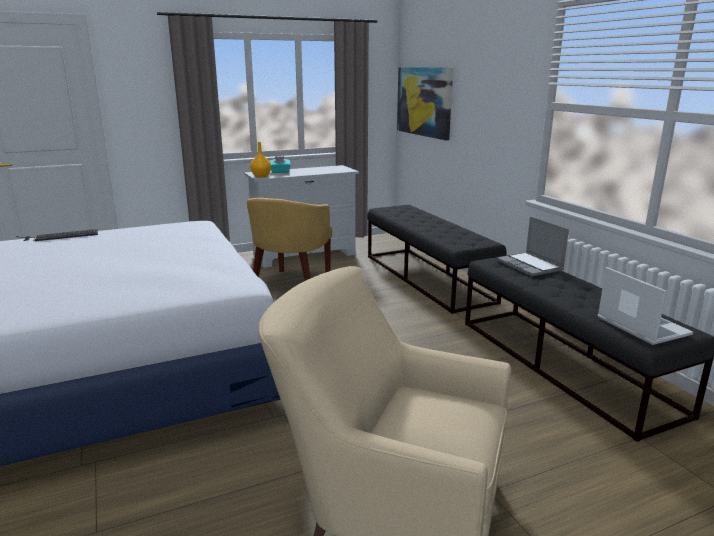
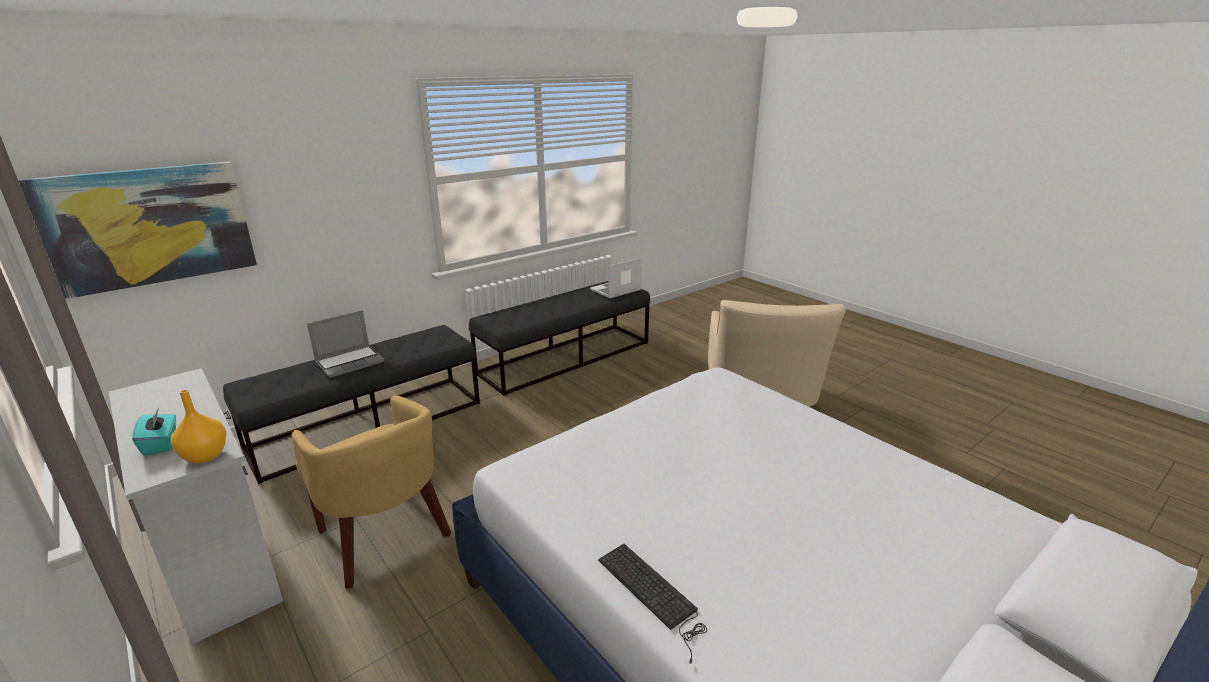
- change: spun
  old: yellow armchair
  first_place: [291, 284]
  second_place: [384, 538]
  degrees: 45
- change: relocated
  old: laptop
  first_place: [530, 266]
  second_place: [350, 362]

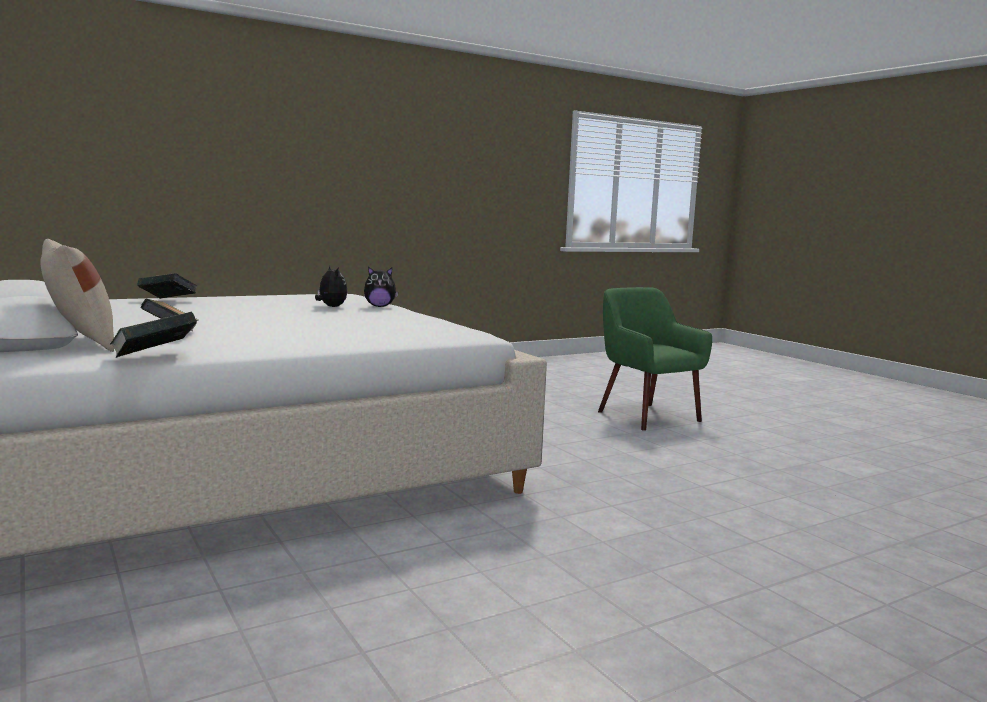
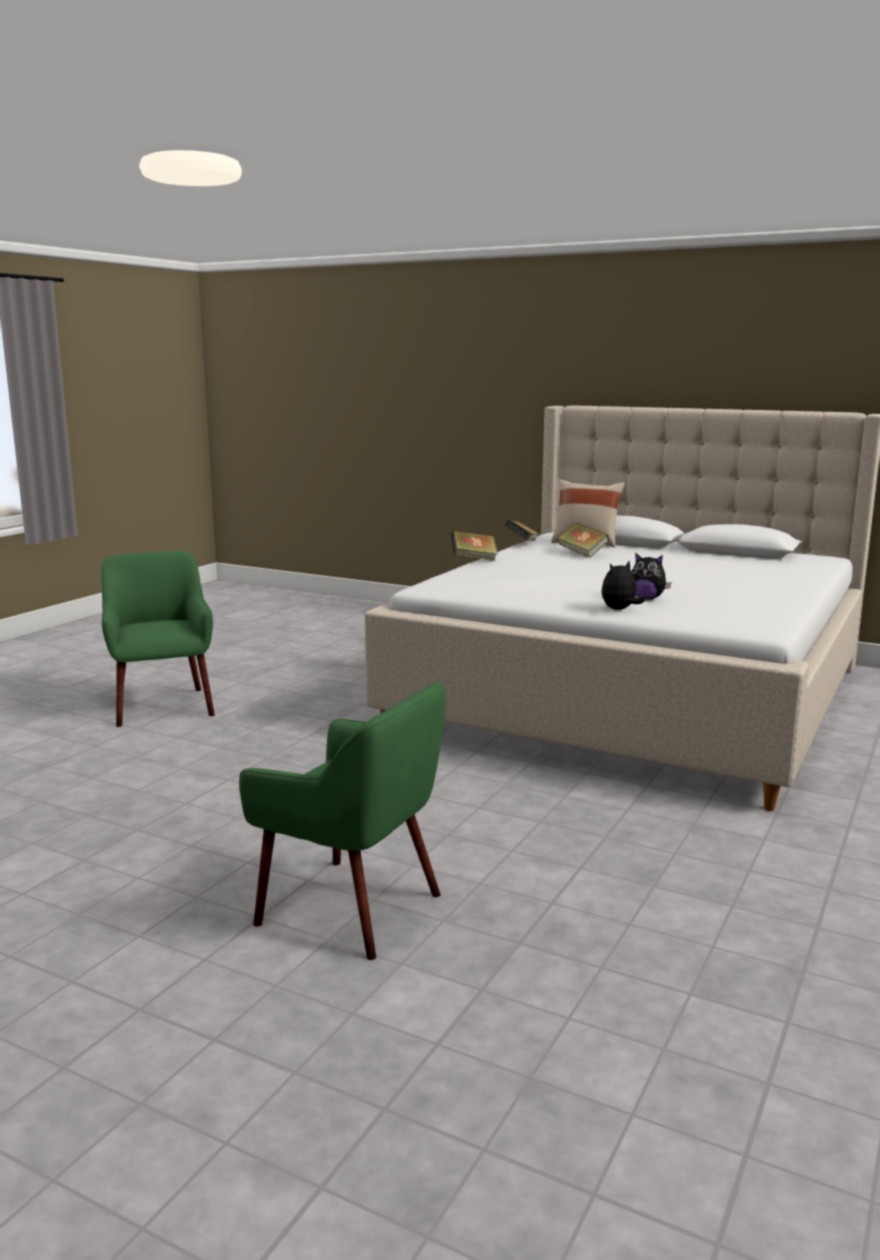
- change: relocated
  old: book
  first_place: [168, 301]
  second_place: [474, 559]
- change: appeared
  new: green armchair
  second_place: [162, 706]

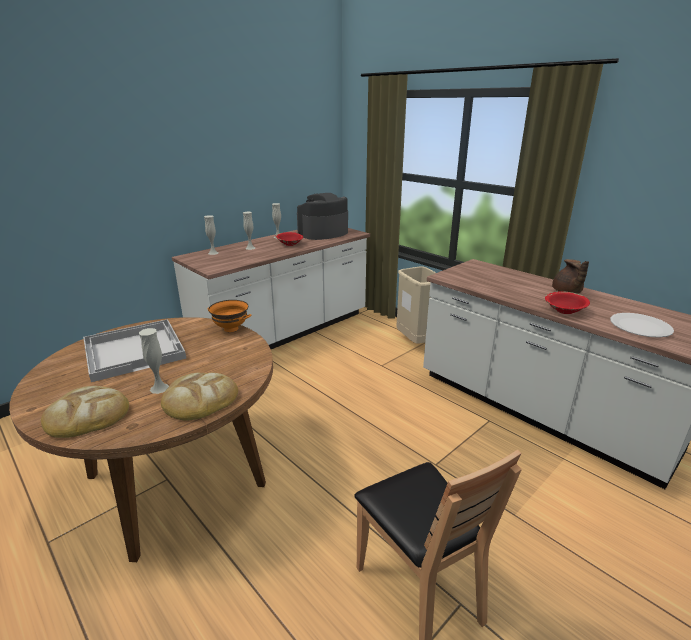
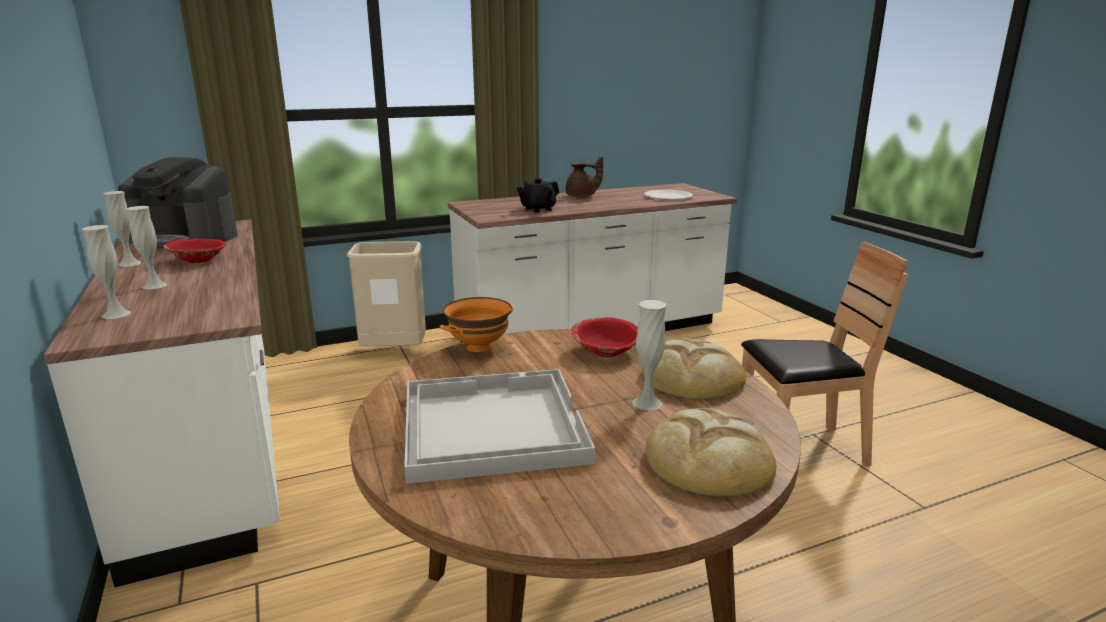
- change: spun
  old: coffee machine
  first_place: [323, 233]
  second_place: [186, 238]
  degrees: -60
- change: relocated
  old: red bowl
  first_place: [564, 310]
  second_place: [606, 351]
- change: appeared
  new: black teapot
  second_place: [538, 209]

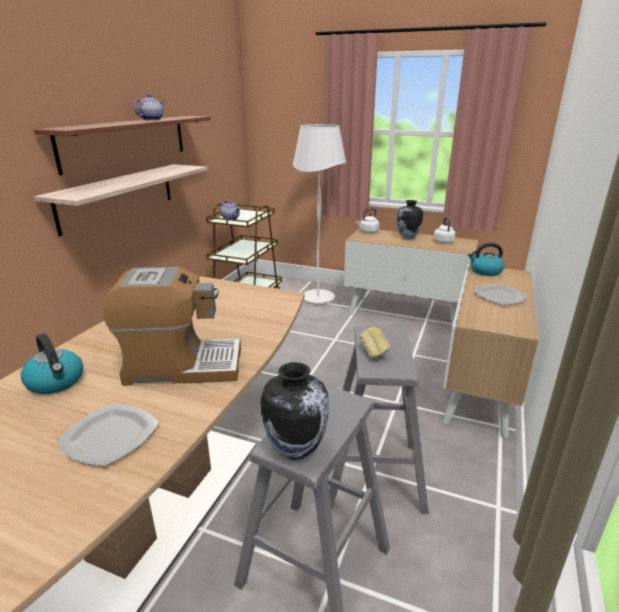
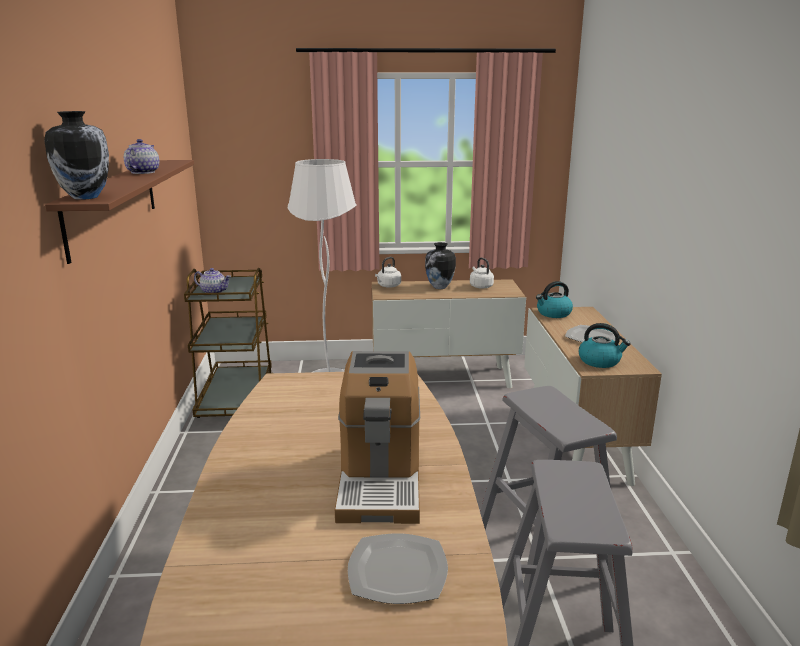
- change: relocated
  old: kettle
  first_place: [56, 382]
  second_place: [600, 361]
- change: missing
  old: shelf
  first_place: [118, 196]
- change: spun
  old: coffee machine
  first_place: [182, 366]
  second_place: [380, 479]
  degrees: 120
- change: relocated
  old: vase
  first_place: [296, 450]
  second_place: [85, 197]
- change: missing
  old: bread
  first_place: [374, 354]

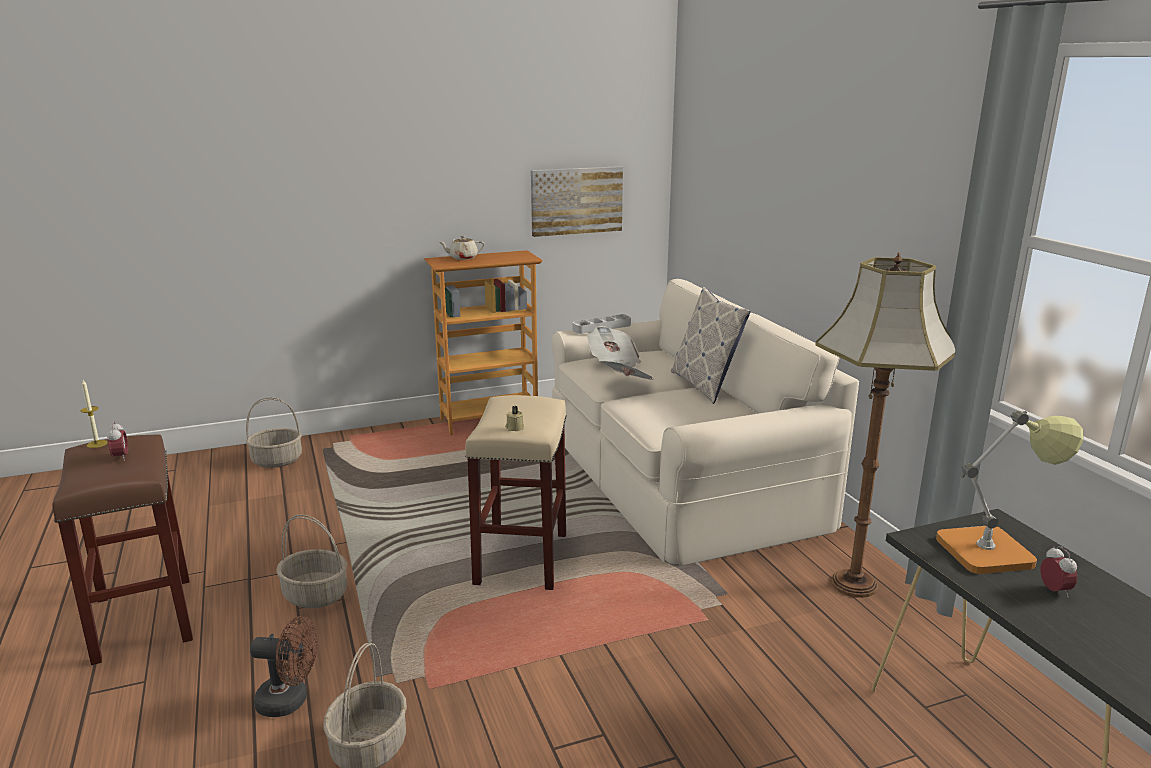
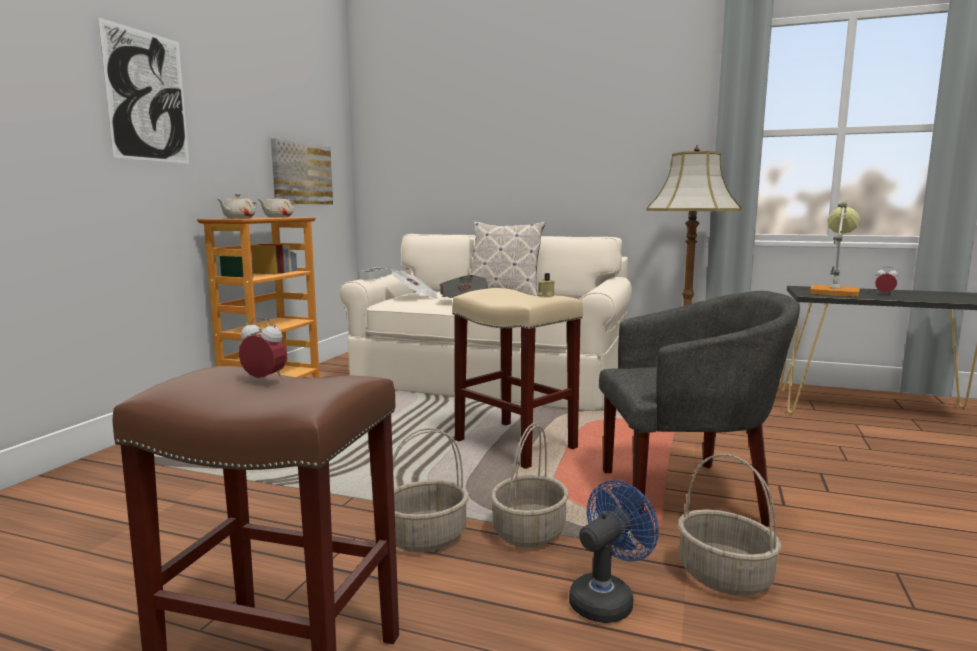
- change: missing
  old: candle
  first_place: [97, 444]
- change: relocated
  old: basket
  first_place: [277, 460]
  second_place: [529, 531]
- change: colour
  old: brown fan
  new: blue fan
  first_place: [290, 701]
  second_place: [607, 599]
- change: appeared
  new: picture
  second_place: [147, 96]
- change: appeared
  new: beige teapot
  second_place: [278, 217]
- change: appeared
  new: grey armchair
  second_place: [686, 494]

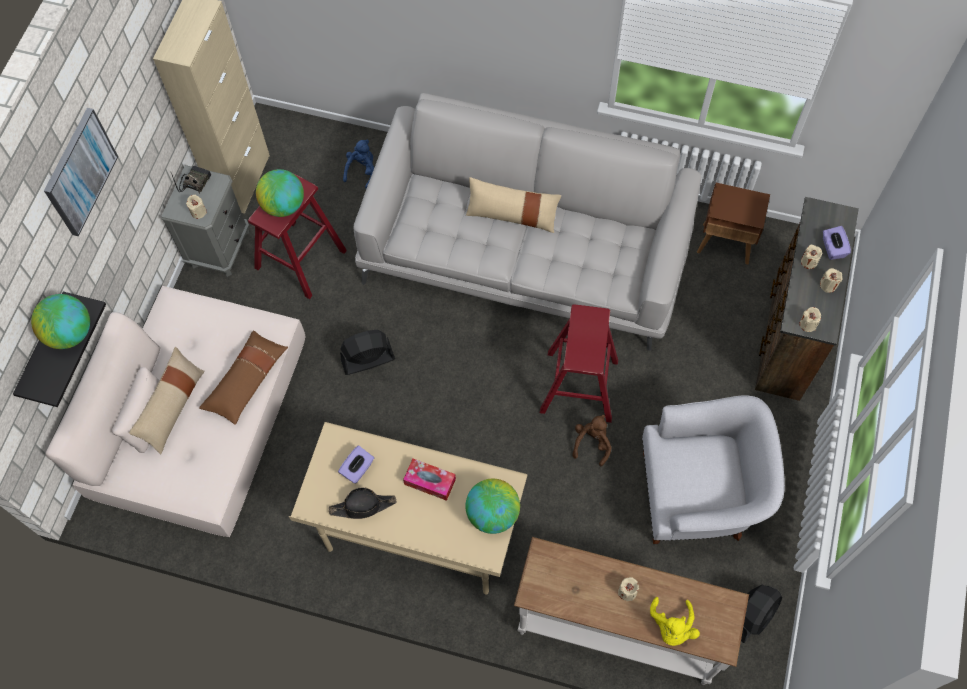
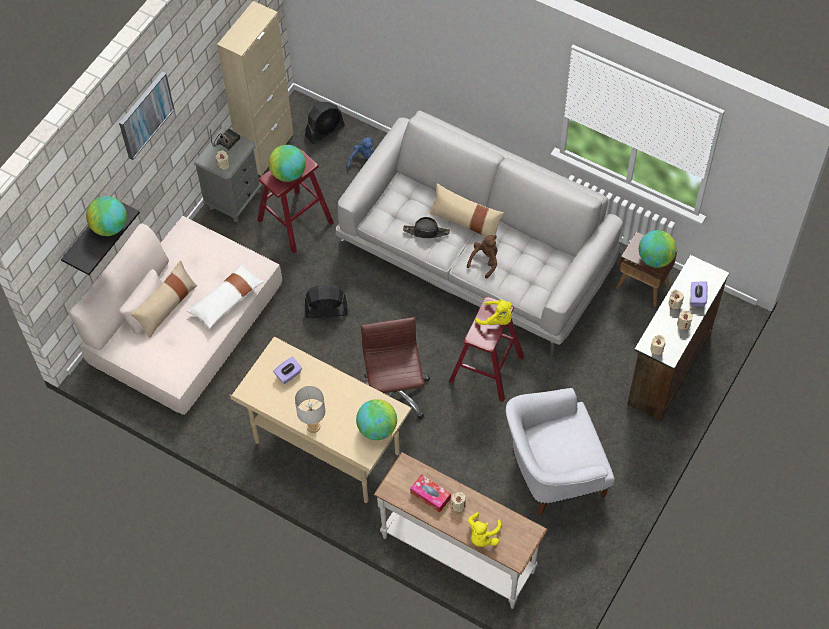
- change: colour
  old: brown pillow
  new: white pillow
  first_place: [246, 381]
  second_place: [226, 300]
- change: relocated
  old: black hat
  first_place: [363, 506]
  second_place: [426, 231]
- change: relocated
  old: tissue box
  first_place: [430, 481]
  second_place: [430, 495]
- change: relocated
  old: brown plush toy
  first_place: [592, 443]
  second_place: [485, 261]
- change: spun
  old: white armchair
  first_place: [697, 496]
  second_place: [553, 473]
  degrees: 150
- change: relocated
  old: black fan
  first_place: [752, 615]
  second_place: [325, 130]
- change: appeared
  new: grey table lamp
  second_place: [313, 426]
- change: appeared
  new: brown office chair
  second_place: [394, 394]
- change: appeared
  new: yellow plush toy
  second_place: [497, 320]
- change: appeared
  new: globe
  second_place: [655, 258]

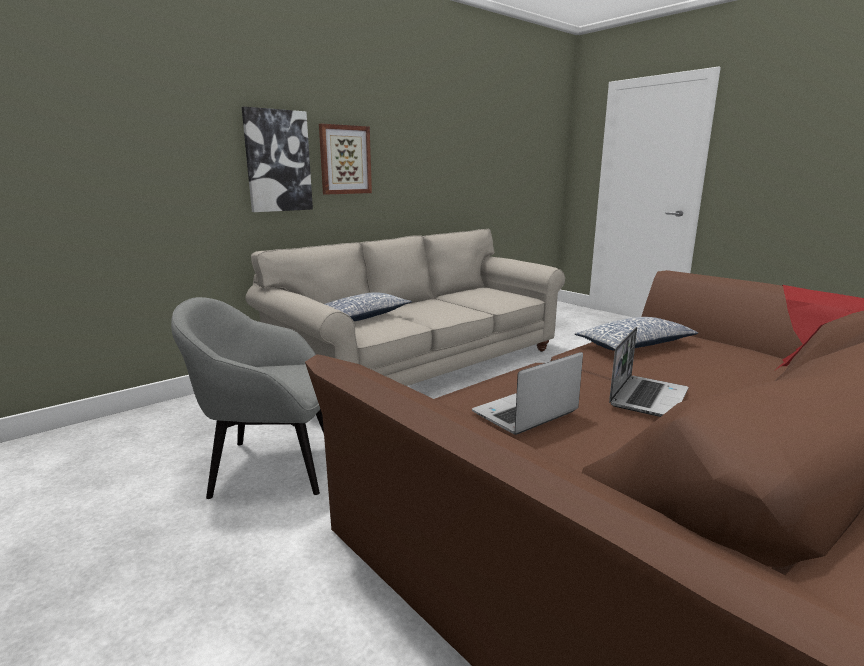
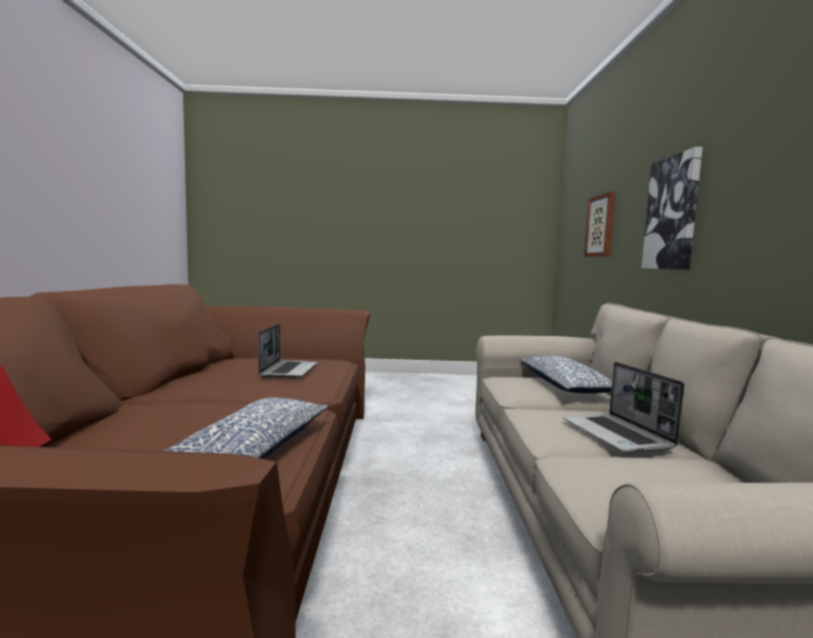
- change: missing
  old: grey armchair
  first_place: [270, 466]
- change: relocated
  old: picture
  first_place: [345, 160]
  second_place: [601, 226]
- change: relocated
  old: laptop
  first_place: [647, 397]
  second_place: [618, 435]

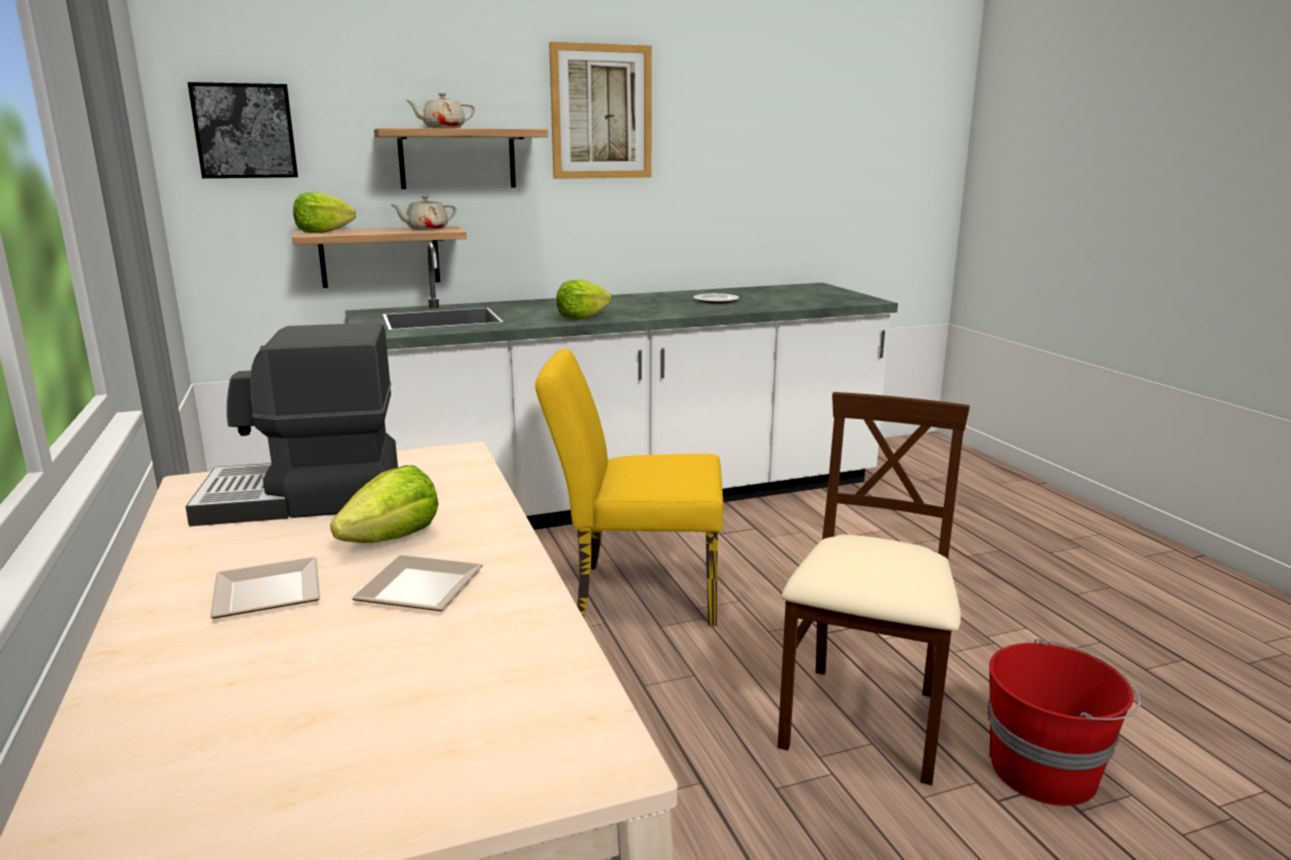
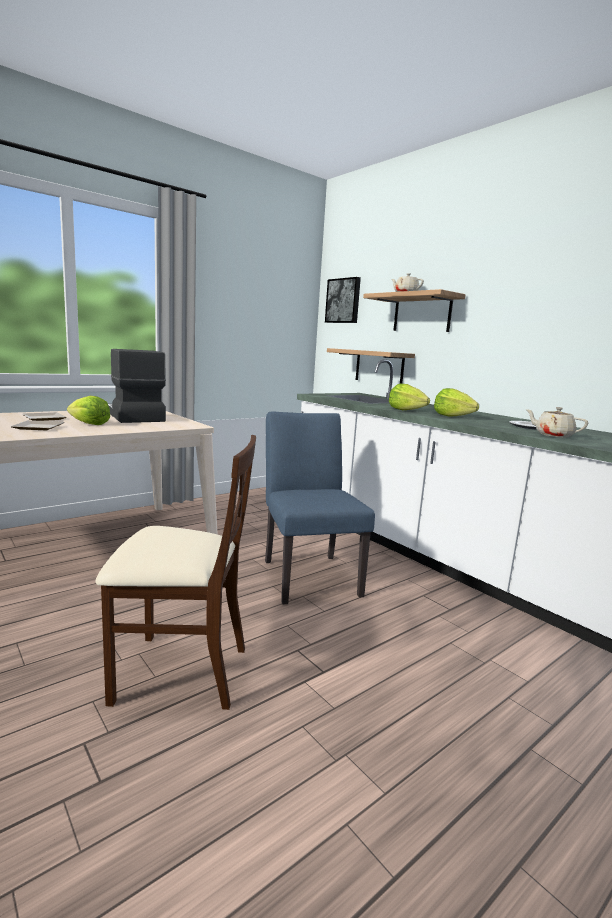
- change: relocated
  old: lettuce
  first_place: [323, 232]
  second_place: [452, 416]
- change: relocated
  old: beige teapot
  first_place: [426, 229]
  second_place: [553, 435]
- change: colour
  old: yellow chair
  new: blue chair
  first_place: [634, 593]
  second_place: [308, 574]
- change: missing
  old: picture
  first_place: [601, 112]
- change: missing
  old: red bucket
  first_place: [1045, 770]

